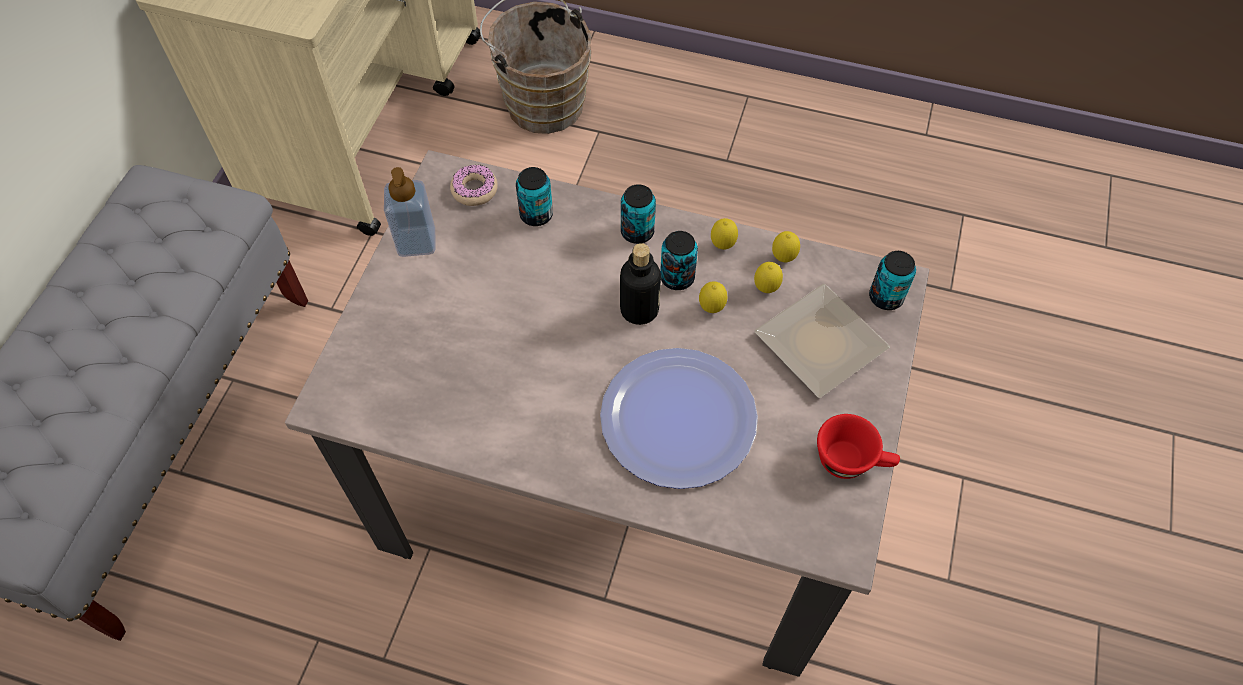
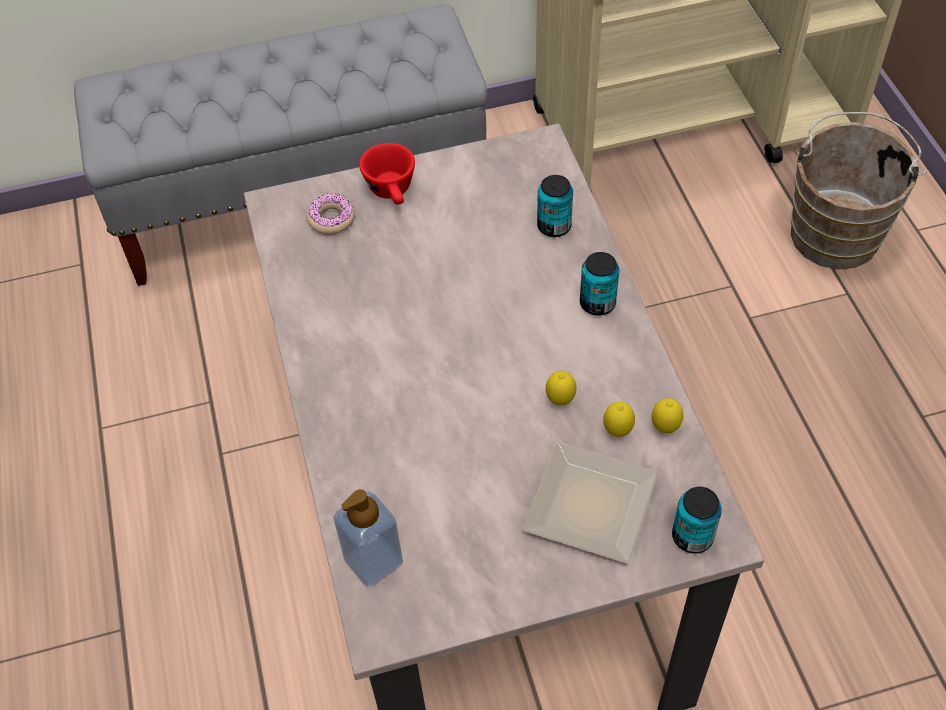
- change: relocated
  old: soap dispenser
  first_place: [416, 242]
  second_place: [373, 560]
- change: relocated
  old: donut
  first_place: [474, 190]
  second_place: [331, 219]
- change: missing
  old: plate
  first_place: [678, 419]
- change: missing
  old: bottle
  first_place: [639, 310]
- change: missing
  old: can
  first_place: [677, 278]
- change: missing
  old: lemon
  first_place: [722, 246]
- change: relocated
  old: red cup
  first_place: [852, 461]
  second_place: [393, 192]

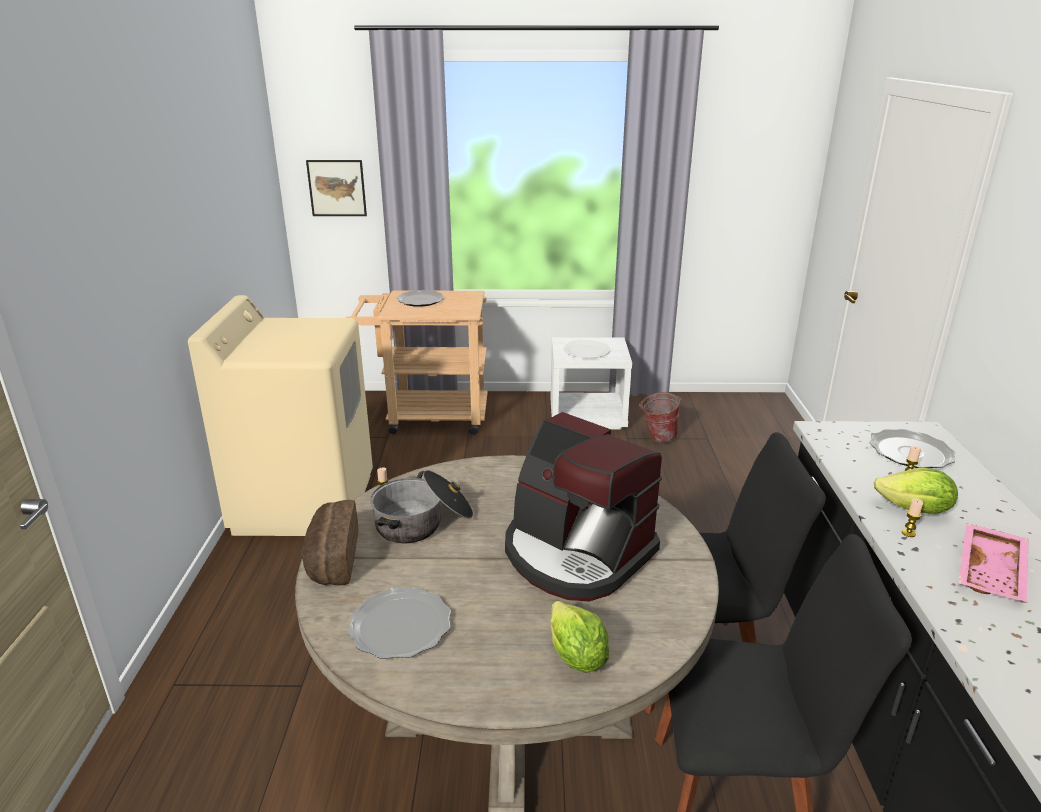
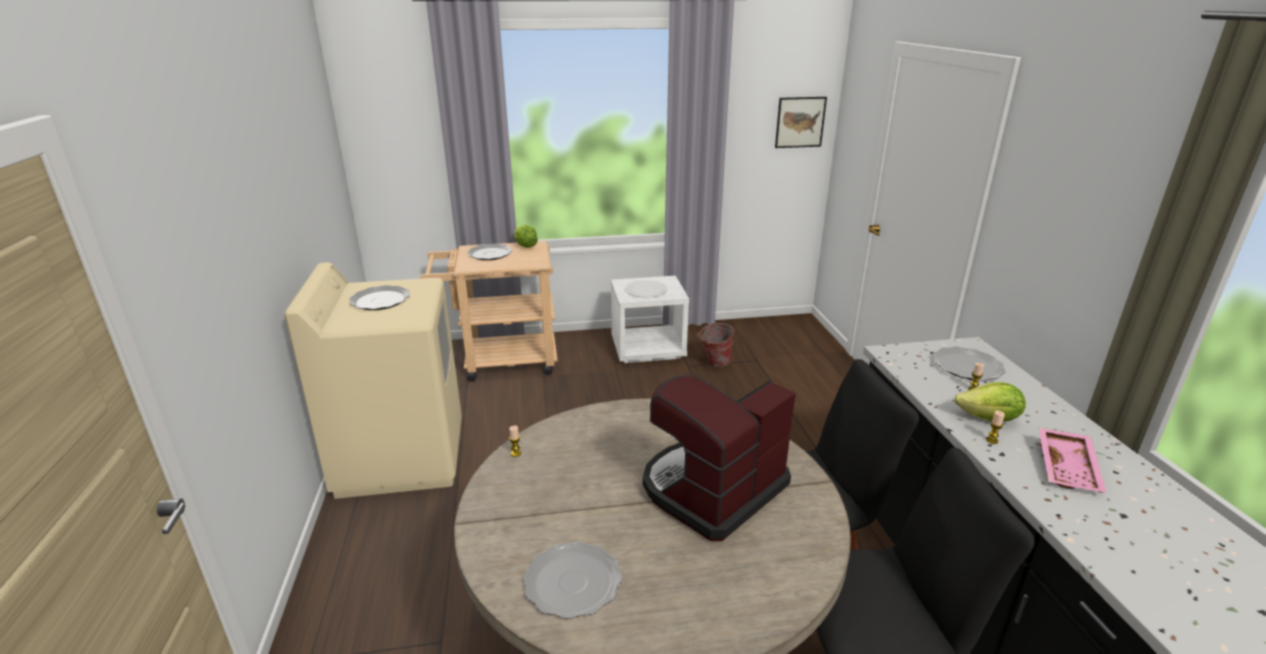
- change: missing
  old: bread
  first_place: [331, 559]
- change: relocated
  old: picture
  first_place: [337, 188]
  second_place: [800, 122]
- change: missing
  old: cooking pot
  first_place: [423, 522]
- change: spun
  old: coffee machine
  first_place: [576, 554]
  second_place: [711, 489]
  degrees: 105
- change: relocated
  old: lettuce
  first_place: [576, 657]
  second_place: [525, 246]
- change: appeared
  new: plate
  second_place: [380, 300]

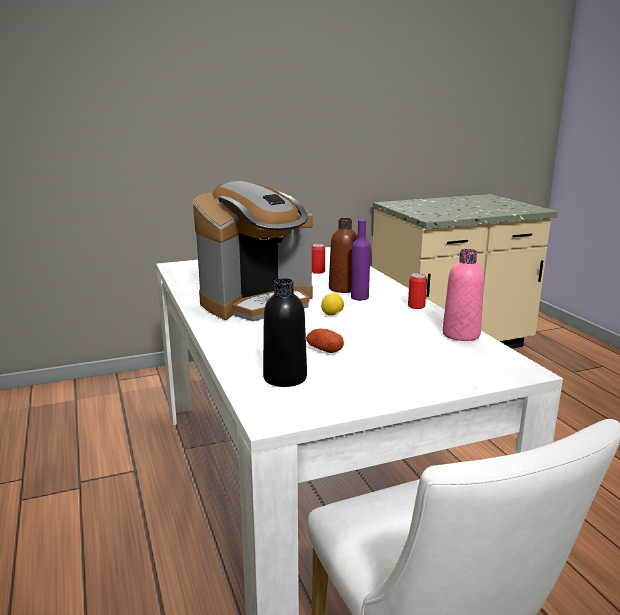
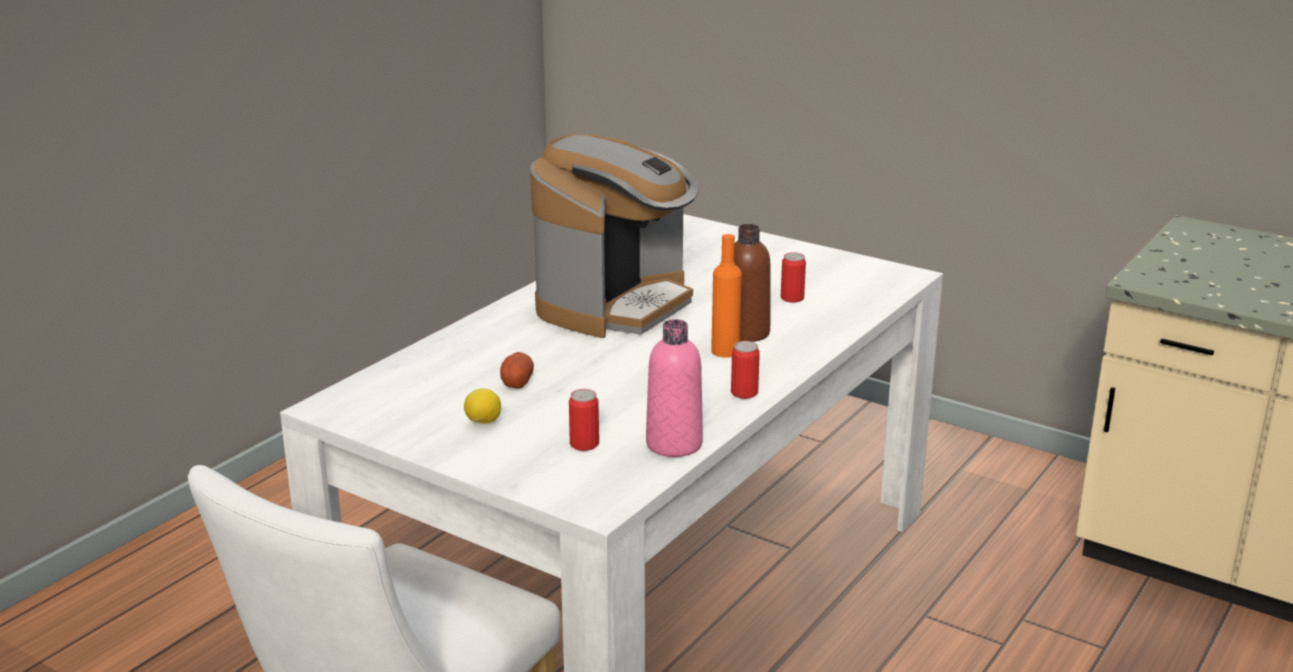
- change: spun
  old: coffee machine
  first_place: [257, 302]
  second_place: [616, 305]
  degrees: -75
- change: missing
  old: black bottle
  first_place: [285, 378]
- change: relocated
  old: lemon
  first_place: [332, 315]
  second_place: [483, 422]
- change: colour
  old: purple bottle
  new: orange bottle
  first_place: [359, 297]
  second_place: [725, 351]
- change: appeared
  new: can
  second_place: [584, 444]

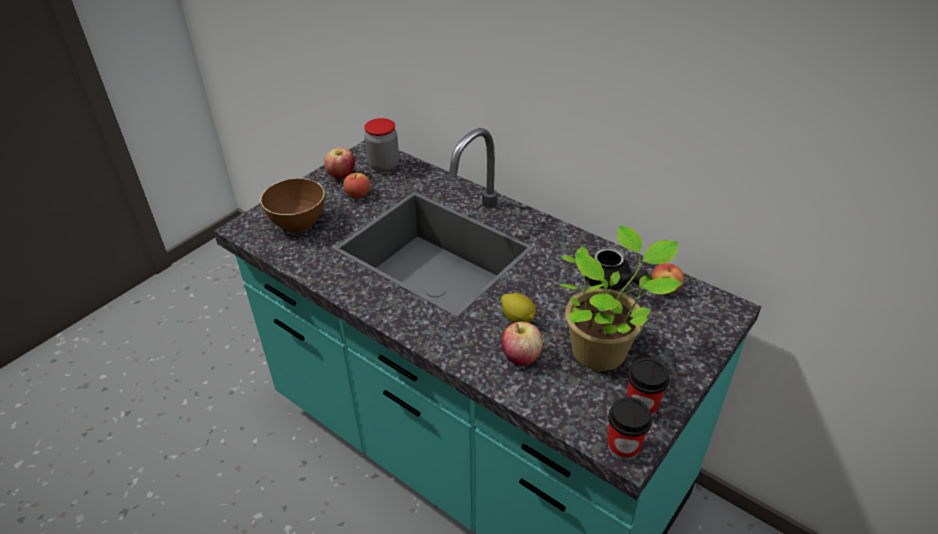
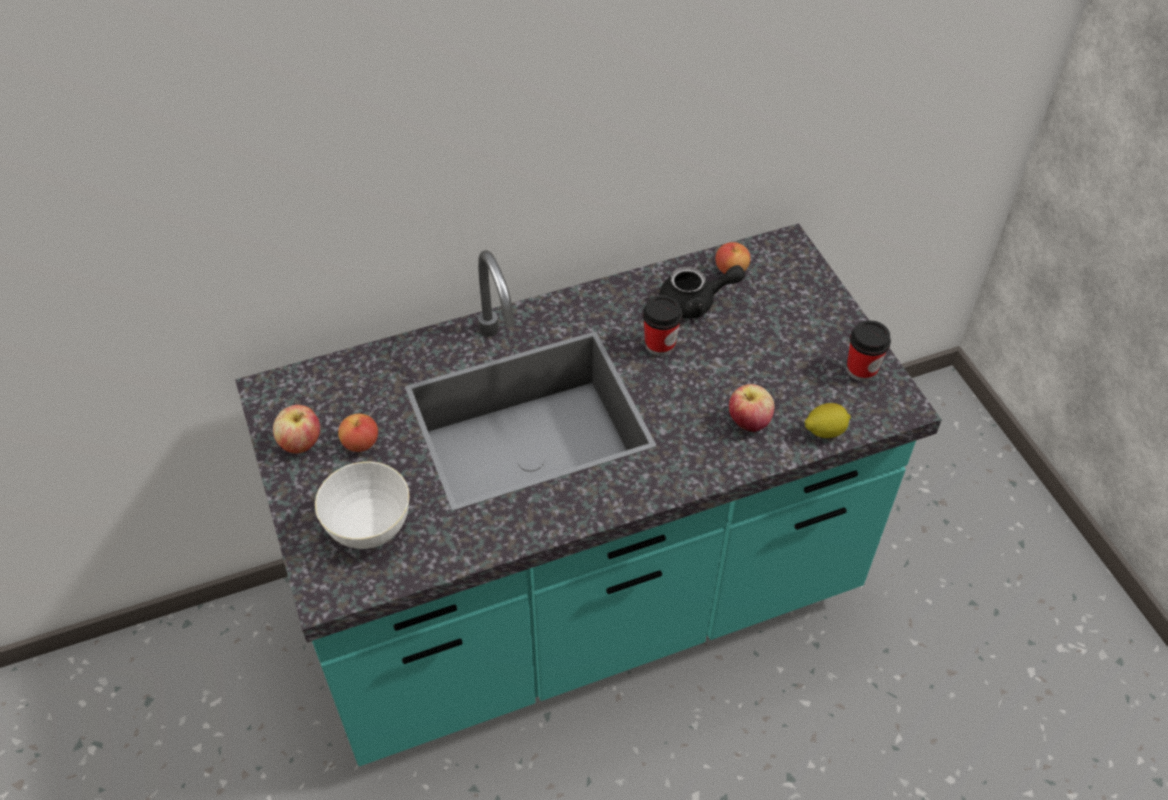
- change: colour
  old: brown bowl
  new: white bowl
  first_place: [298, 223]
  second_place: [369, 527]
- change: missing
  old: jar
  first_place: [384, 165]
- change: relocated
  old: lemon
  first_place: [518, 318]
  second_place: [824, 431]
- change: missing
  old: potted plant
  first_place: [602, 350]
- change: relocated
  old: cup
  first_place: [623, 447]
  second_place: [660, 345]

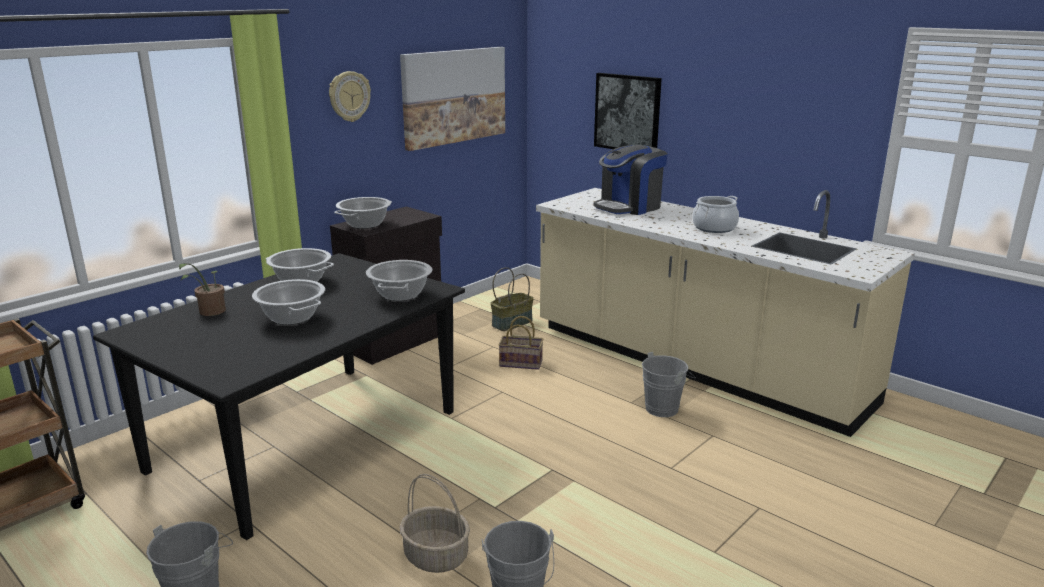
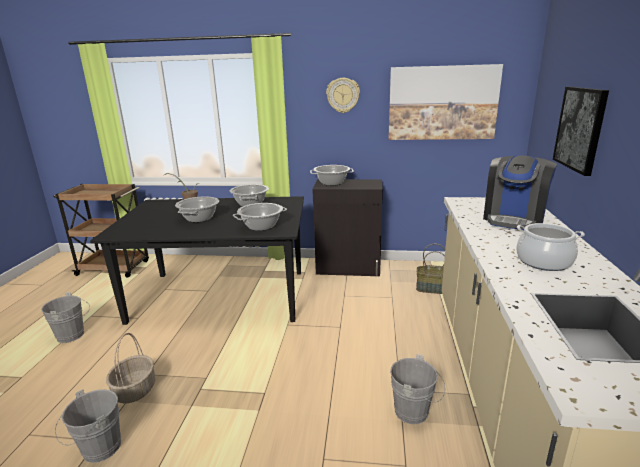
- change: missing
  old: basket
  first_place: [522, 363]
- change: spun
  old: coffee machine
  first_place: [629, 207]
  second_place: [513, 219]
  degrees: -75

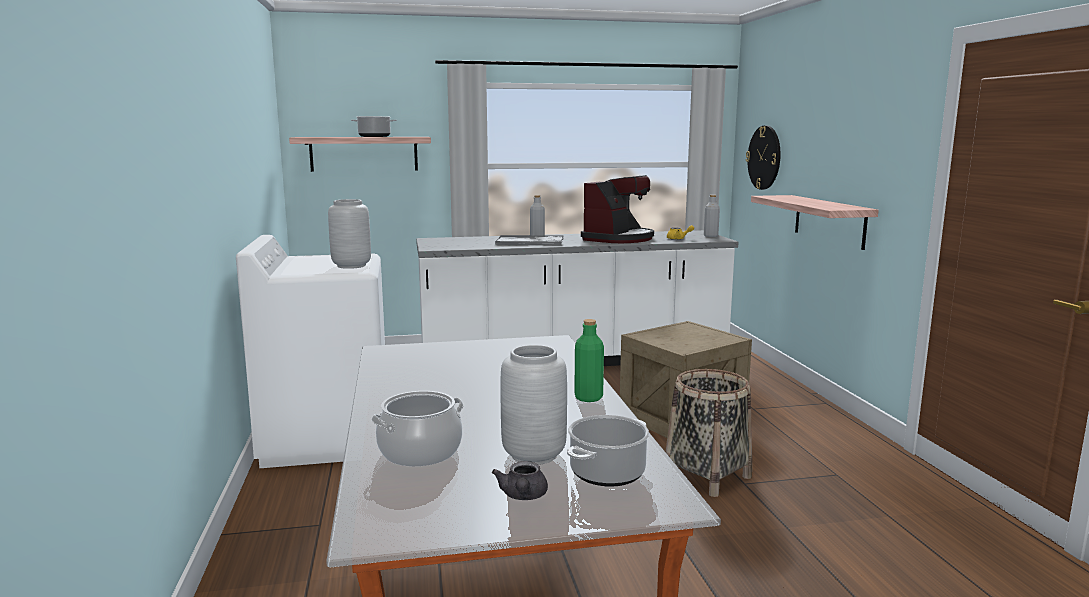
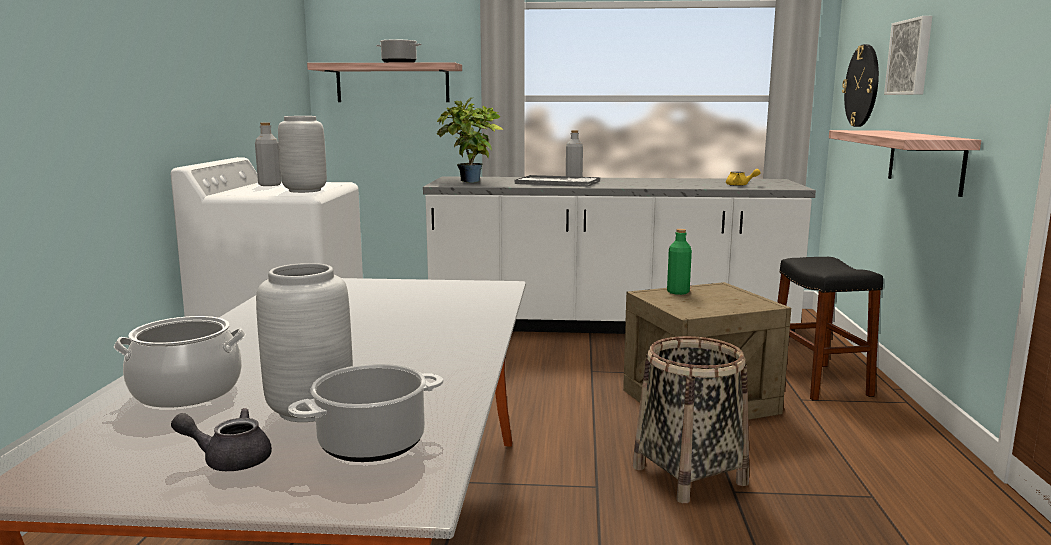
- change: spun
  old: grey teapot
  first_place: [523, 496]
  second_place: [229, 459]
  degrees: 75
- change: relocated
  old: green bottle
  first_place: [588, 398]
  second_place: [678, 292]
- change: missing
  old: coffee machine
  first_place: [618, 239]
- change: relocated
  old: grey bottle
  first_place: [710, 236]
  second_place: [270, 185]
- change: appeared
  new: potted plant
  second_place: [470, 182]
- change: appeared
  new: black stool
  second_place: [819, 382]
- change: appeared
  new: picture
  second_place: [911, 57]

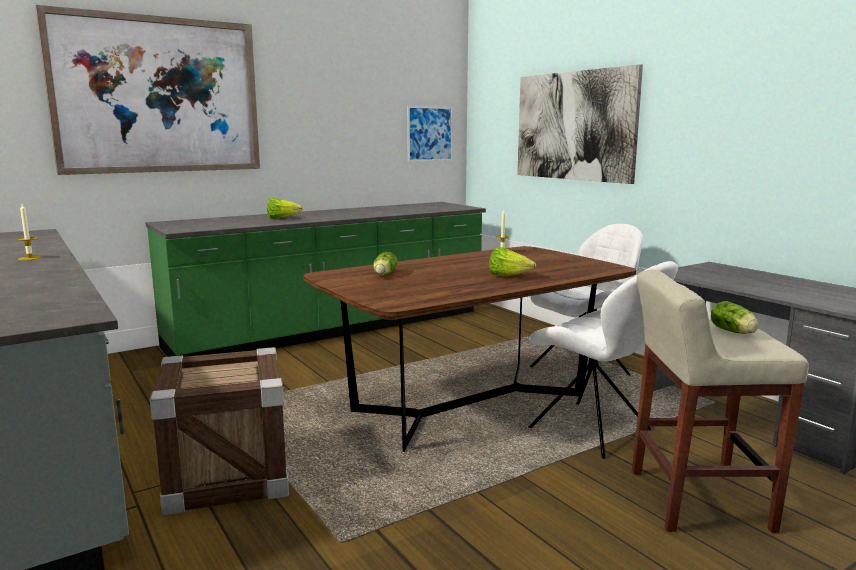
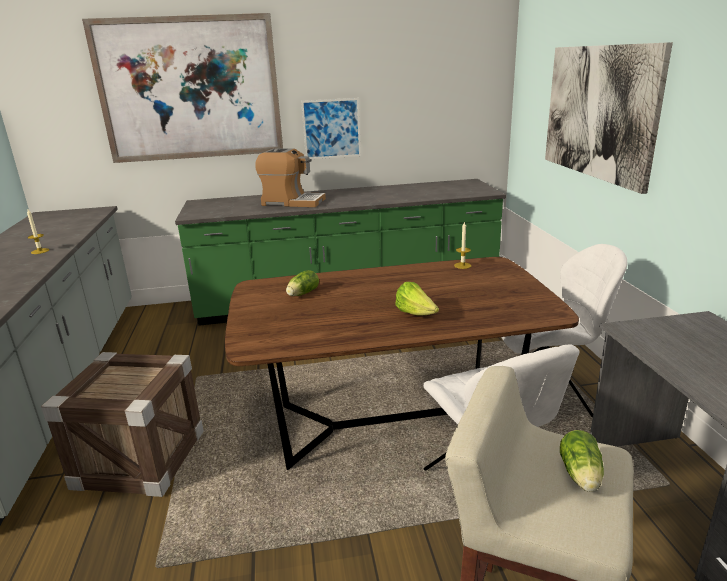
- change: exchanged
  old: lettuce
  new: coffee machine
  first_place: [282, 218]
  second_place: [292, 202]
- change: relocated
  old: picture
  first_place: [430, 134]
  second_place: [331, 129]

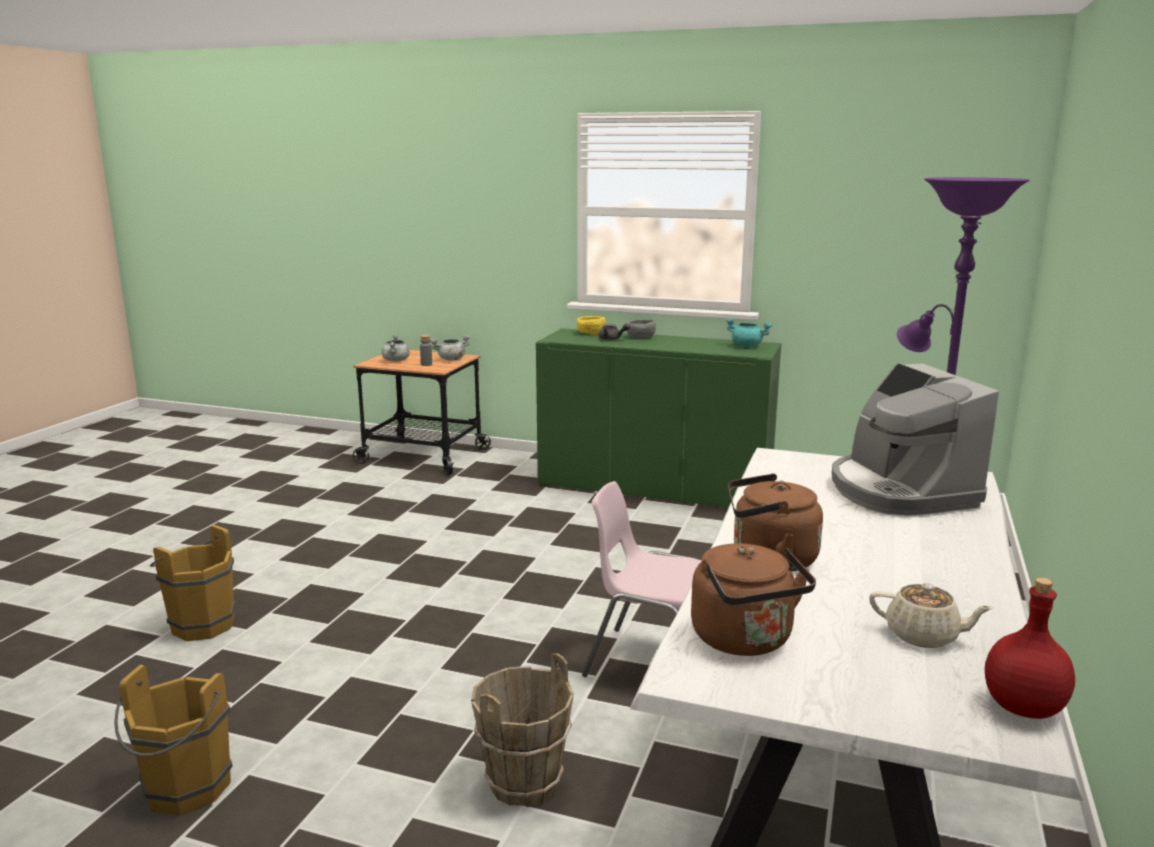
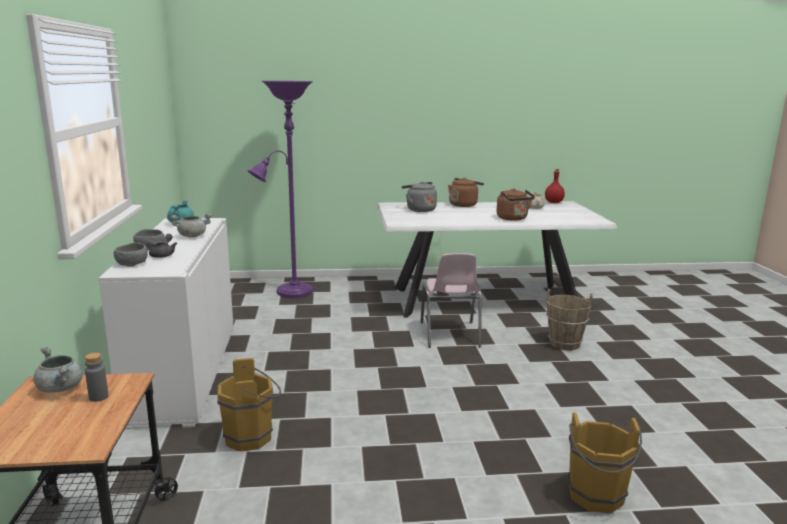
- change: relocated
  old: brown bucket
  first_place: [184, 793]
  second_place: [252, 437]
- change: relocated
  old: grey cooking pot
  first_place: [396, 360]
  second_place: [192, 236]
- change: colour
  old: green cabinet
  new: white cabinet
  first_place: [654, 488]
  second_place: [185, 372]
- change: colour
  old: yellow bowl
  new: grey bowl
  first_place: [590, 333]
  second_place: [132, 264]
- change: relocated
  old: brown kettle
  first_place: [746, 641]
  second_place: [464, 205]
- change: exchanged
  old: coffee machine
  new: grey kettle
  first_place: [900, 491]
  second_place: [419, 209]

